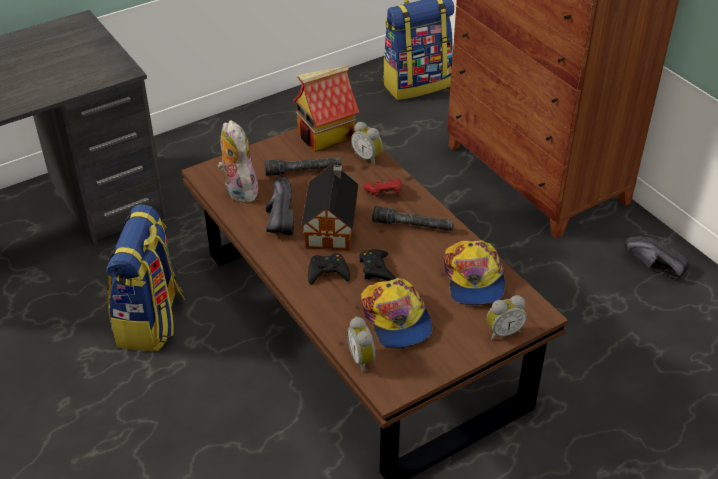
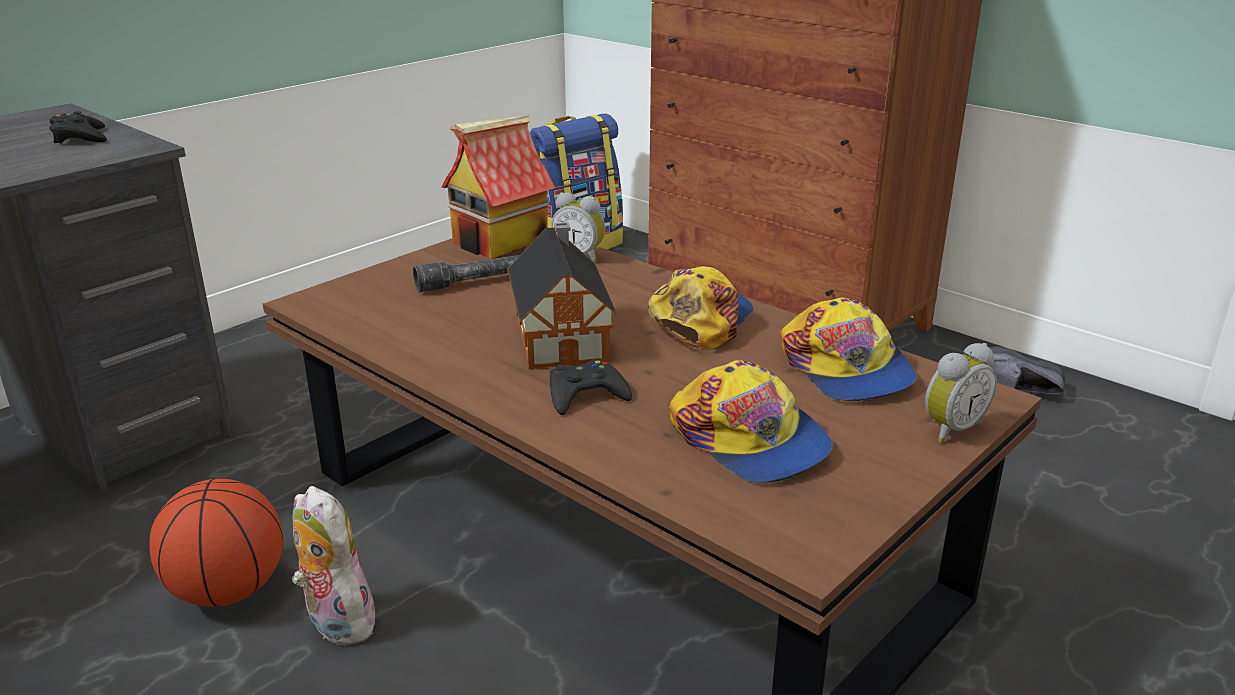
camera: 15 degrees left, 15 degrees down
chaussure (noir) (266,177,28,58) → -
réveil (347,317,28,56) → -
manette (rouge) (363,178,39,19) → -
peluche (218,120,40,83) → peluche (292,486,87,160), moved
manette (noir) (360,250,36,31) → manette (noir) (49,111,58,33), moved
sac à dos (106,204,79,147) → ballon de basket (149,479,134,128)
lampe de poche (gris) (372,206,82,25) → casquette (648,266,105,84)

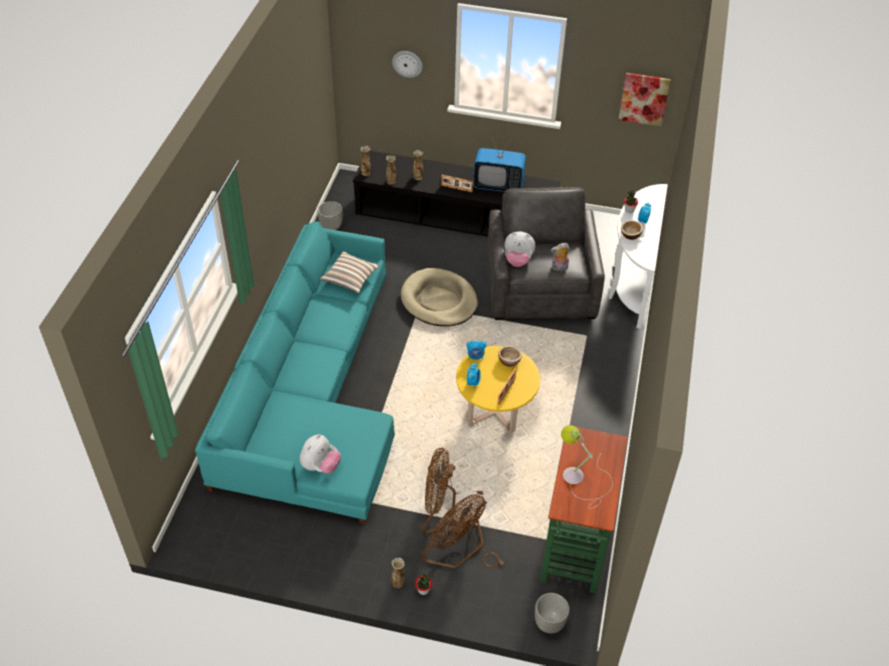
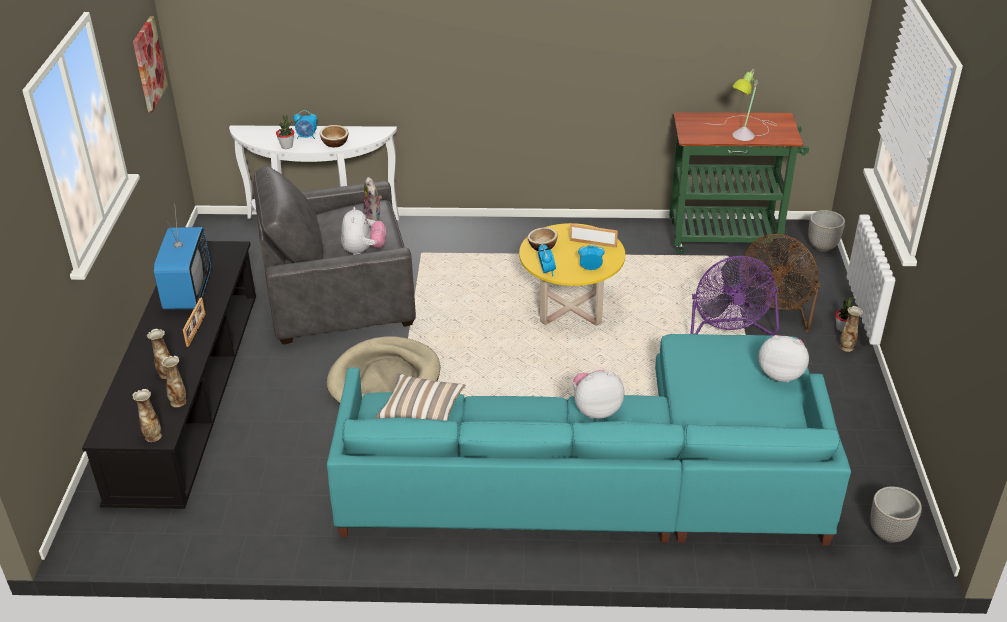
camera: 100 degrees left, 10 degrees down
horloge murale (392,51,31,27) → -
- → peluche (573,370,52,49)
cache-pot (317,201,26,29) → cache-pot (870,486,52,57), moved
ventilateur (marron) (422,447,62,88) → ventilateur (violet) (690,256,89,80)

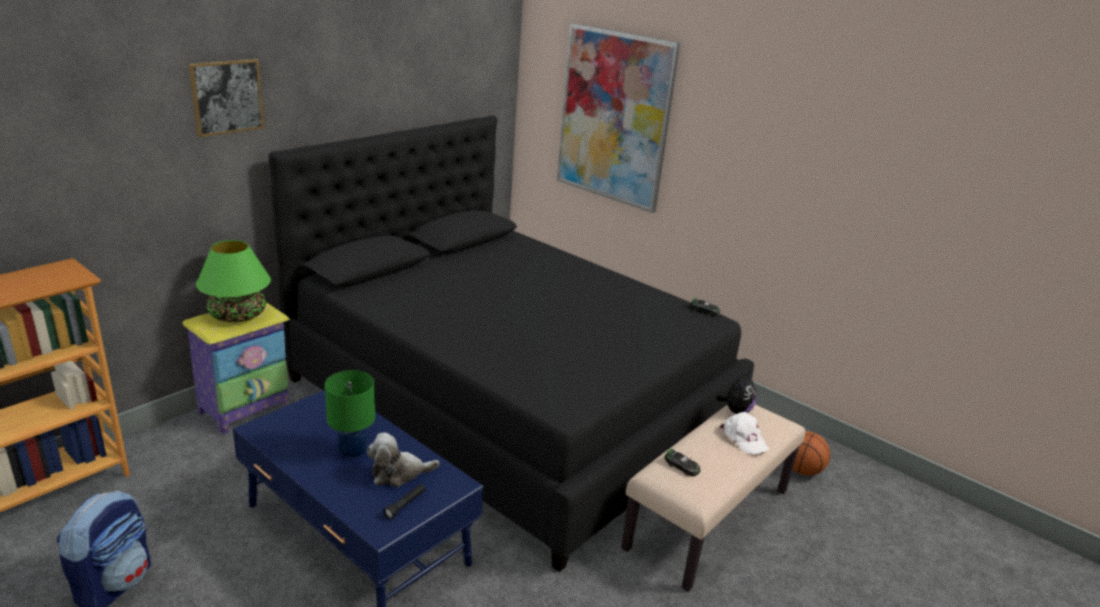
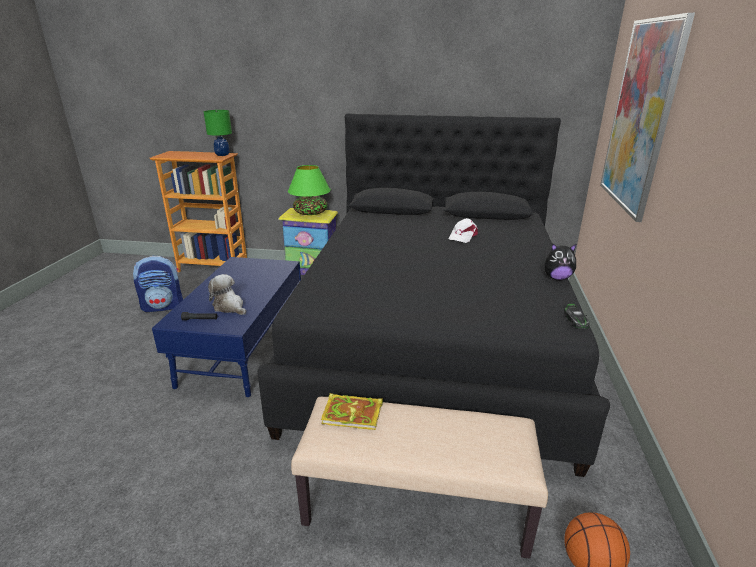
camera: 60 degrees right, 0 degrees up
tableau (188,59,76,78) → -
lampe de table (vert) (325,370,50,88) → lampe de table (vert) (204,110,28,46), moved
peluche (716,372,41,42) → peluche (545,244,31,36), moved
casquette (blanc) (720,412,49,42) → casquette (blanc) (449,218,29,25), moved
petite voiture (665,449,35,28) → livre (321,393,62,37)

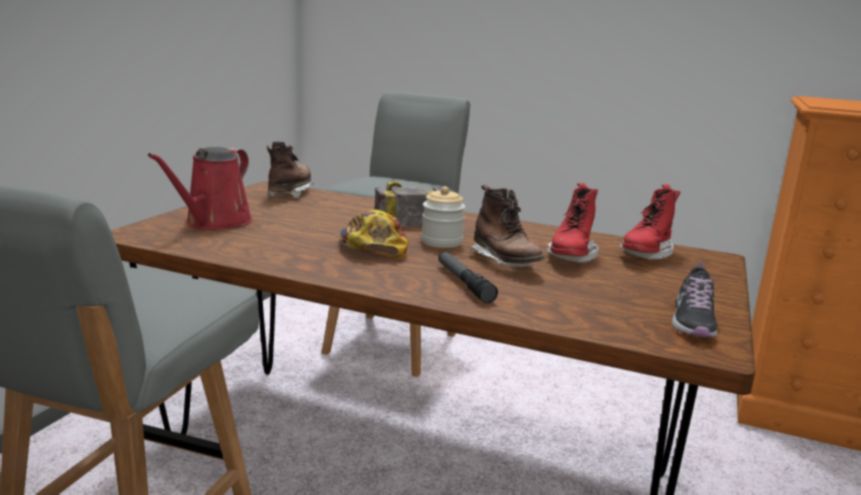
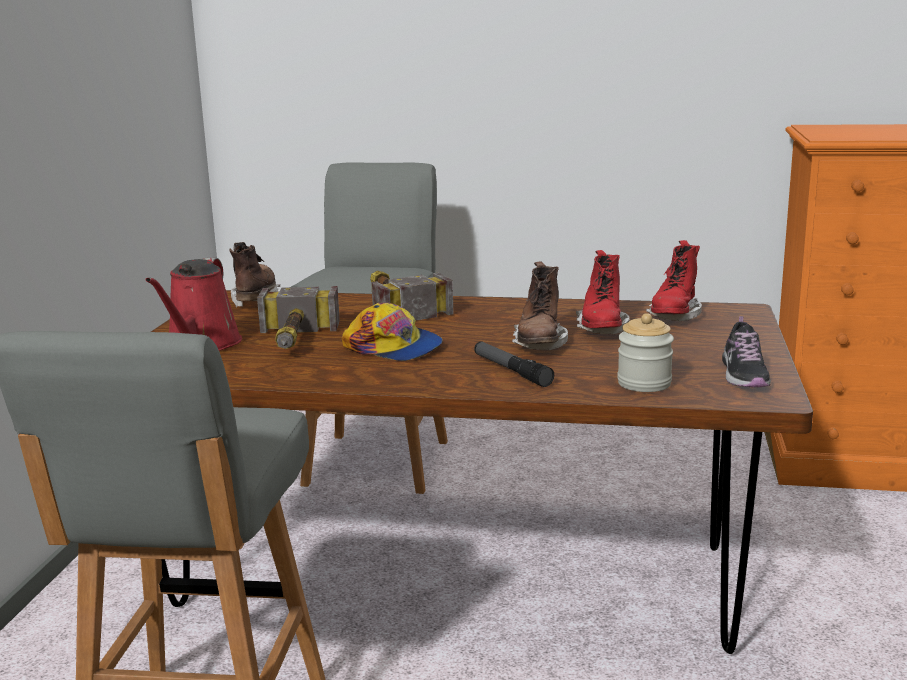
camera: 10 degrees left, 0 degrees up
- → marteau (257,286,83,63)
bocal (421,186,44,62) → bocal (617,313,57,79), moved
casquette (340,210,68,49) → casquette (342,303,101,58), 150 degrees clockwise
botte (marron) (470,185,75,83) → botte (marron) (512,261,56,89), 45 degrees clockwise

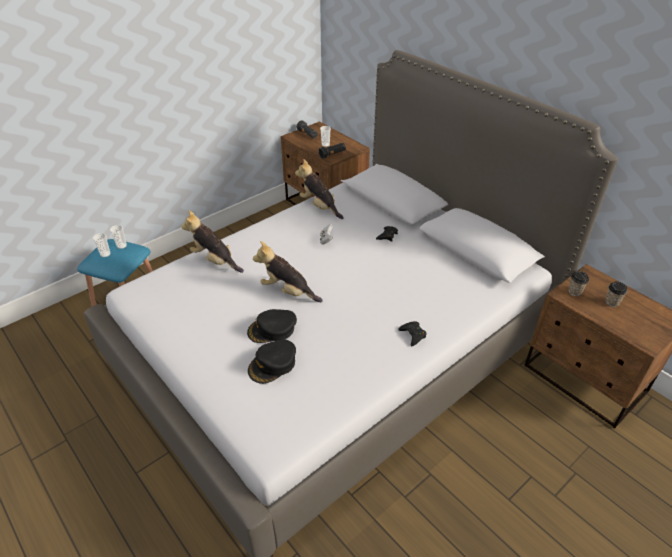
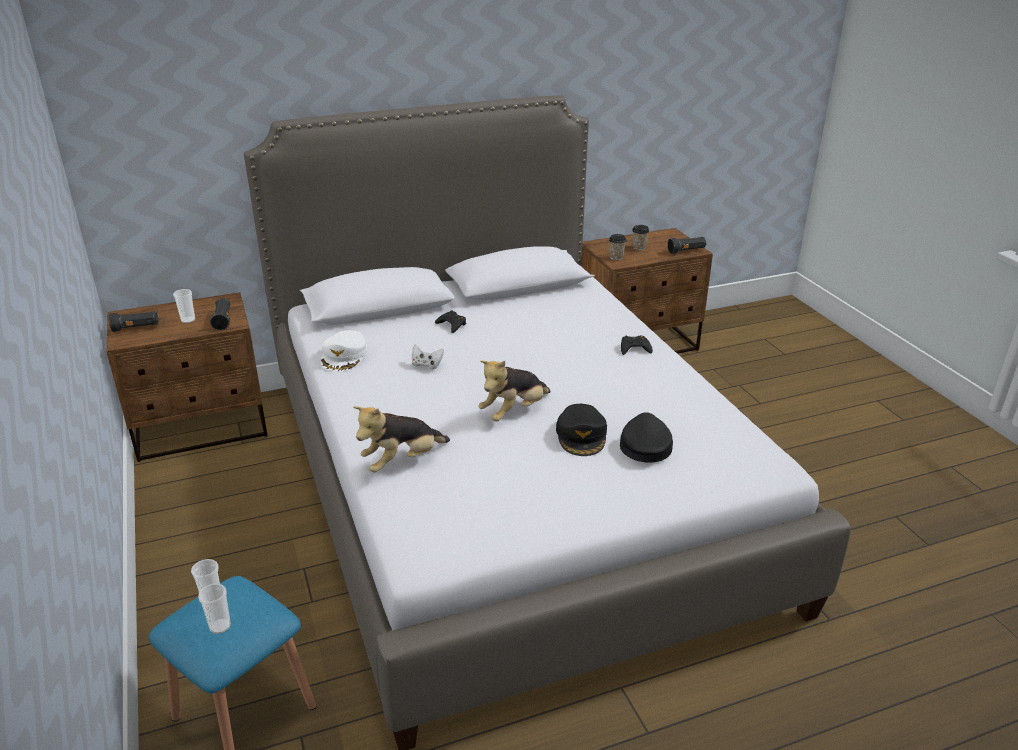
camera: 70 degrees left, 10 degrees down
- → lampe de poche (noir) (667,237,39,17)
peluche (295,159,48,60) → casquette (blanc) (321,330,46,42)
casquette (noir) (248,339,48,45) → casquette (noir) (620,412,53,51), 150 degrees counterclockwise

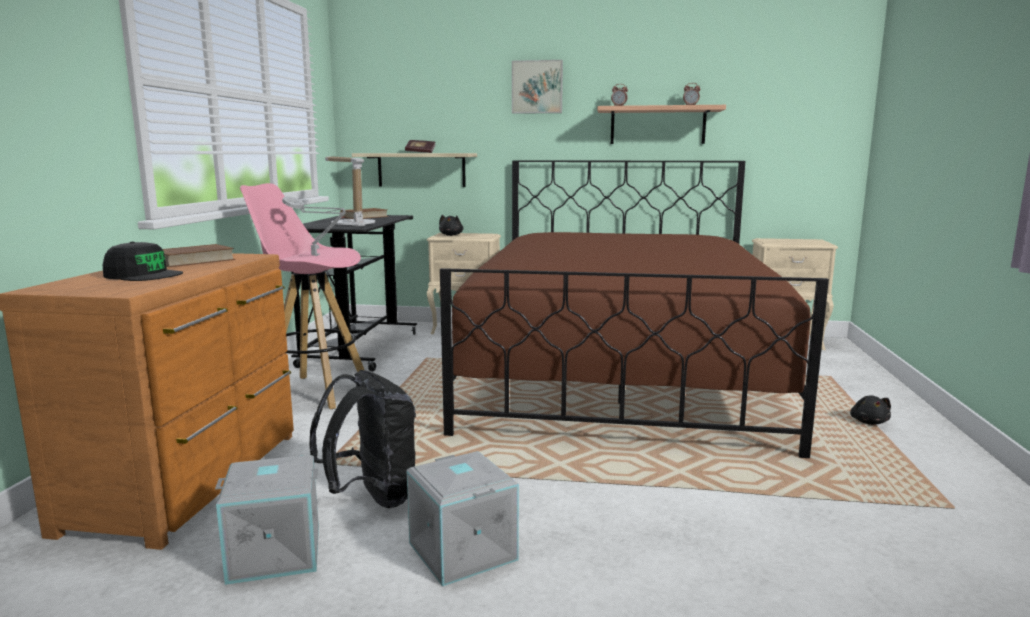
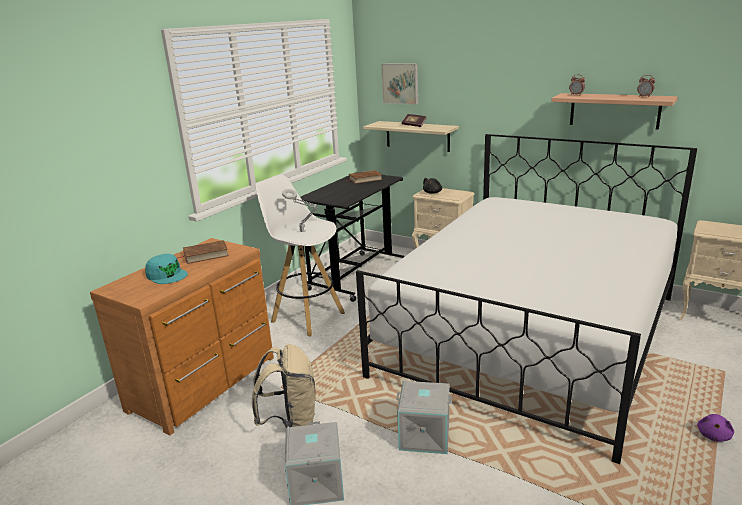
camera: 25 degrees right, 10 degrees up
lampe de table (325,156,50,70) → -
boîte de rangement (gris) (215,455,104,130) → boîte de rangement (gris) (396,381,56,73), moved
tableau (512,60,51,54) → tableau (381,64,37,41), moved
casquette (noir) (103,242,80,39) → casquette (turquoise) (145,254,43,30)
tabouret (rose) (240,183,124,226) → tabouret (blanc) (255,175,90,161)
sac à dos (noir) (310,370,106,138) → sac à dos (beige) (252,344,63,84)
lit (marron) (440,160,389,298) → lit (blanc) (356,134,341,330)
peluche (noir) (850,396,41,29) → peluche (violet) (697,414,37,28)

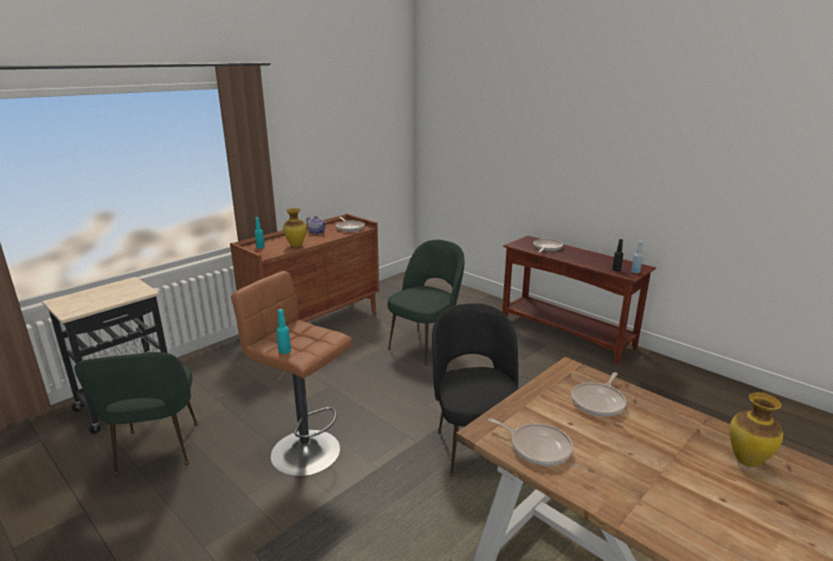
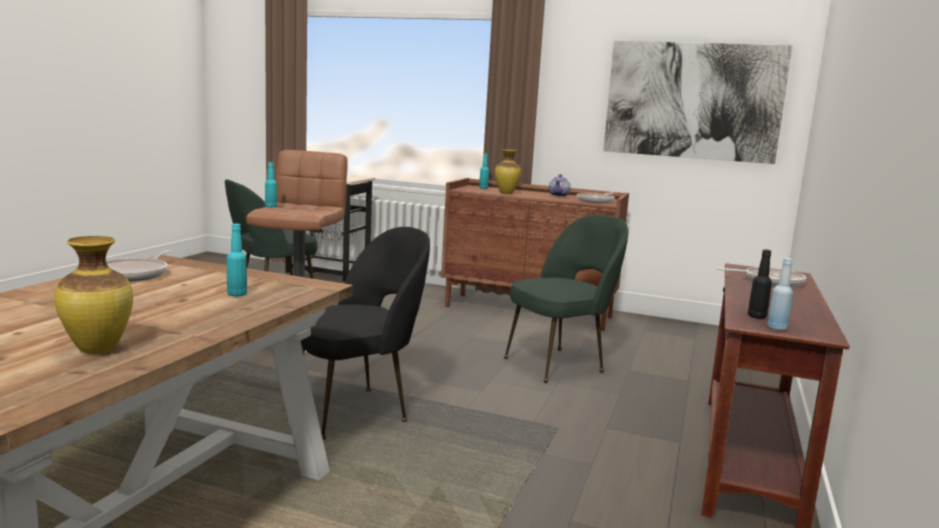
camera: 65 degrees right, 10 degrees down
- → tableau (603,41,190,123)
poêle (571,372,55,45) → bouteille (turquoise) (227,224,20,72)
chaise (vert) (387,240,77,125) → chaise (vert) (504,215,124,168), 45 degrees counterclockwise

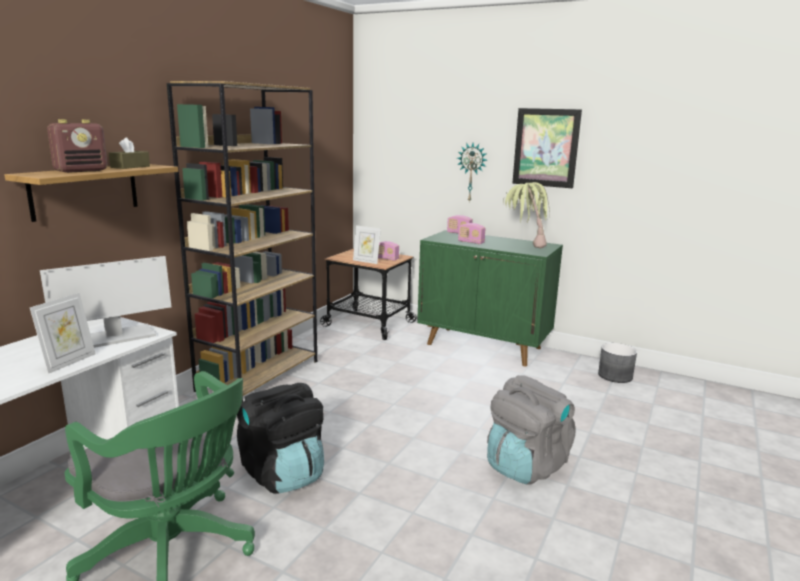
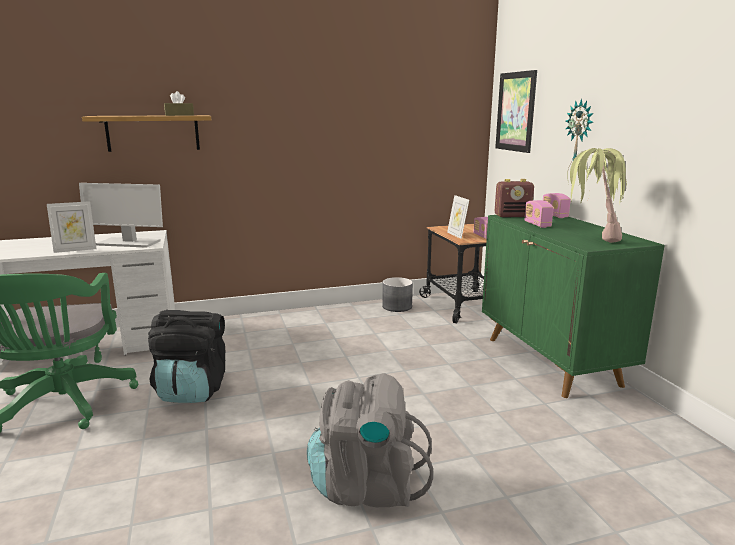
camera: 45 degrees right, 0 degrees up
bibliothèque (marron) (167,81,150,321) → -
radio (47,119,61,54) → radio (495,179,39,39), moved
tableau (512,108,70,80) → tableau (495,70,42,83), moved
cache-pot (gris) (598,343,39,40) → cache-pot (gris) (382,277,31,35), moved

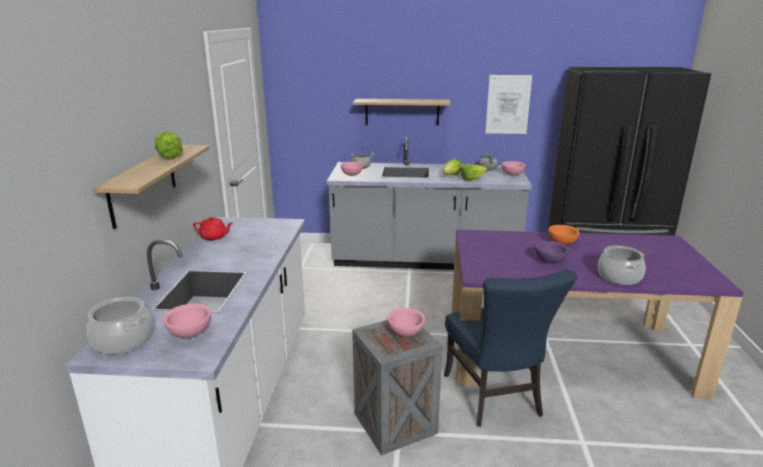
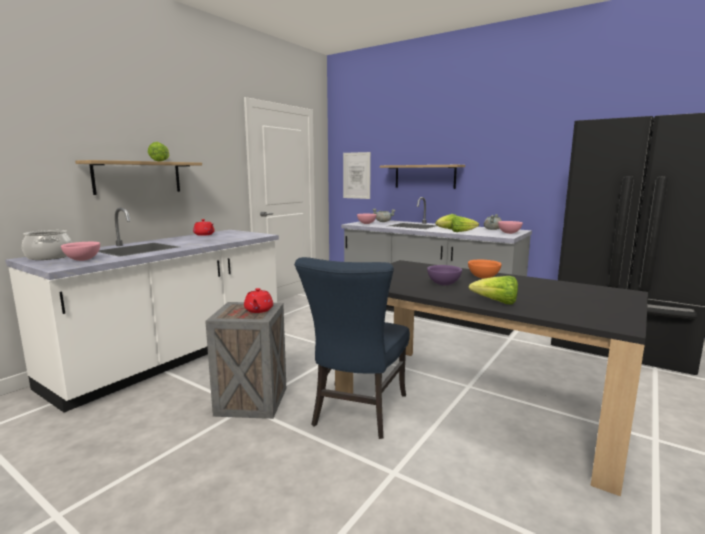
camera: 30 degrees right, 10 degrees down
tableau (485,75,47,59) → tableau (343,152,28,47), moved
bol (rose) (387,308,38,29) → théière (rouge) (244,288,29,25)
marmite (598,246,48,39) → laitue (469,276,49,28)
table à manger (violet) (452,230,292,169) → table à manger (noir) (335,260,313,237)

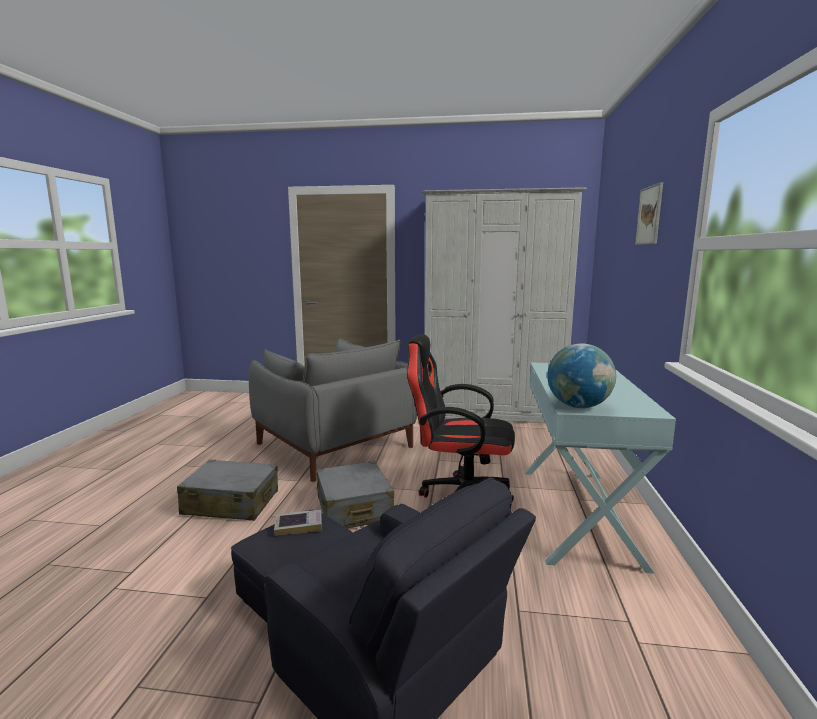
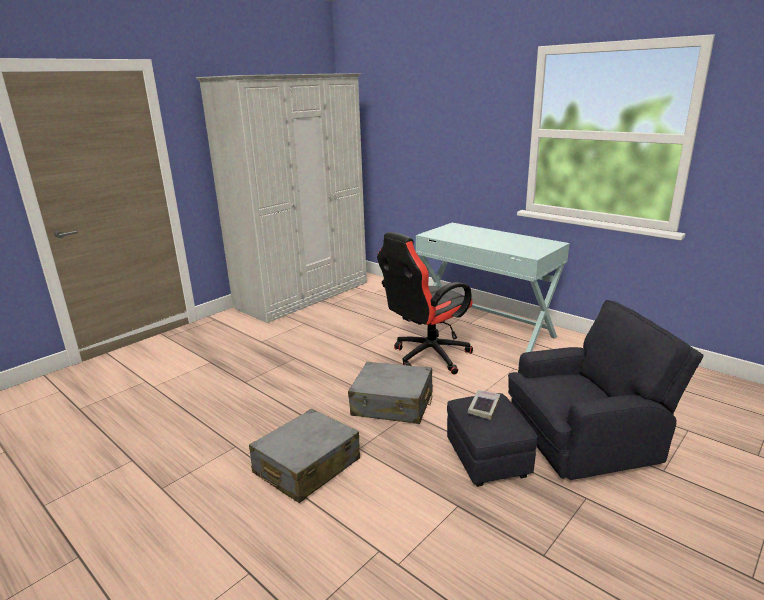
camera: 55 degrees left, 10 degrees up
fauteuil (gris) (248,338,169,144) → -
globe (547,344,69,64) → -
tableau (635,182,28,63) → -

